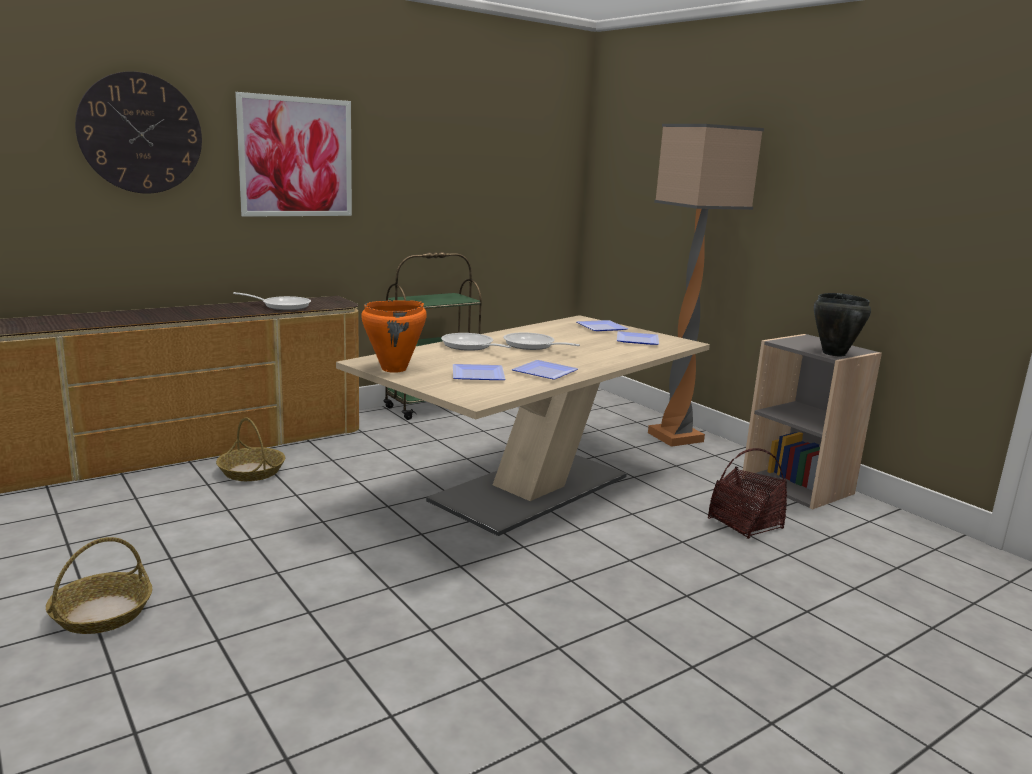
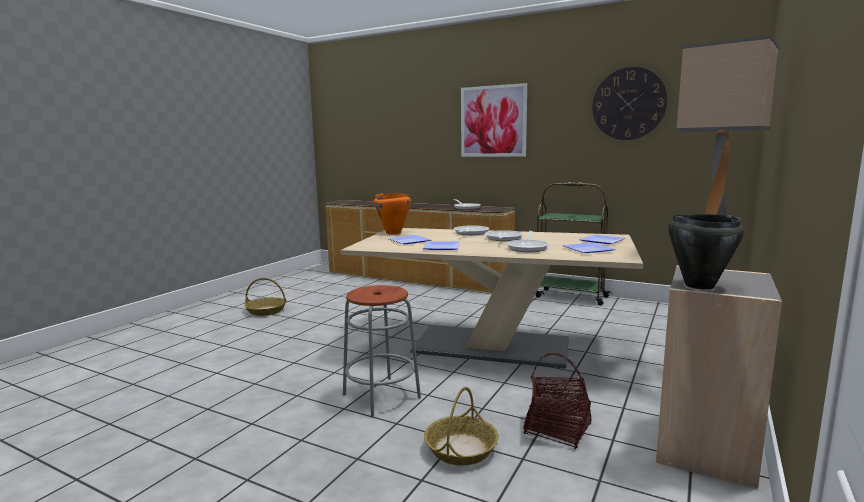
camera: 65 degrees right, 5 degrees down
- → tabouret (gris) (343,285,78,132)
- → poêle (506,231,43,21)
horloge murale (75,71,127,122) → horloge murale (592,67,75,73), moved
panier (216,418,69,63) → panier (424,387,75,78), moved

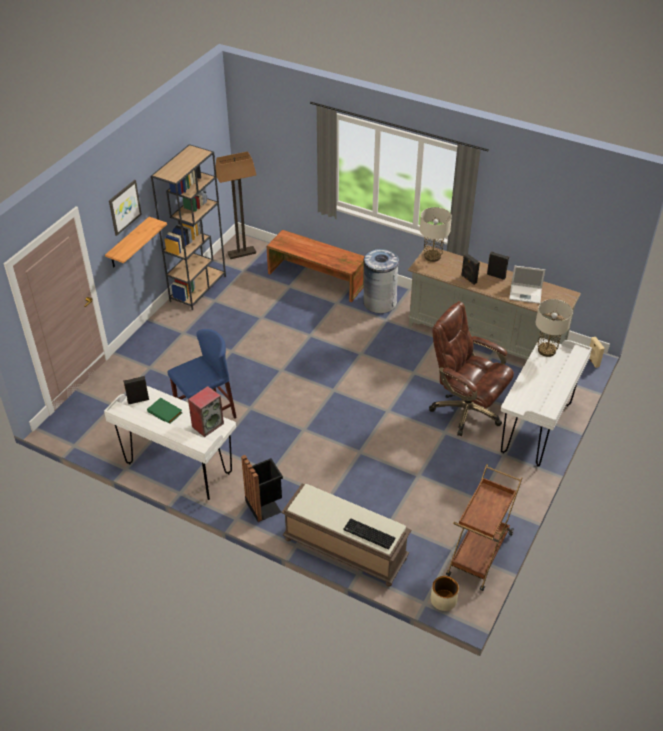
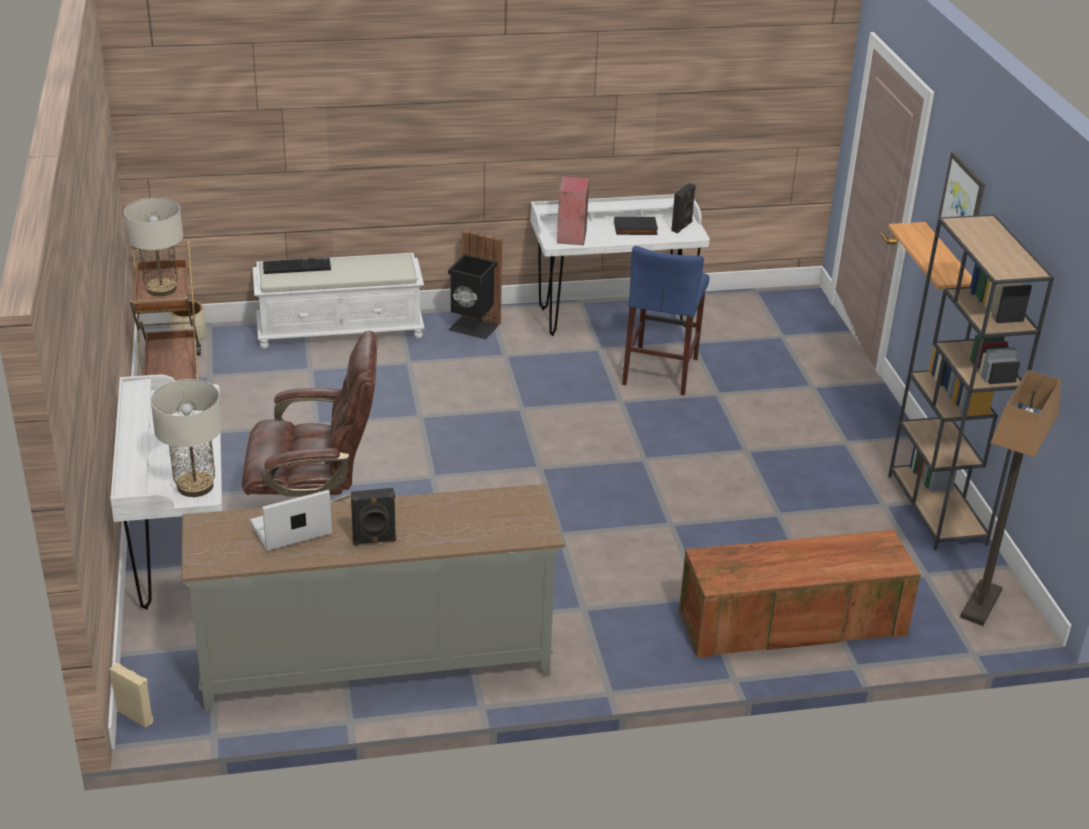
camera: 140 degrees right, 10 degrees down
poubelle (gris) (363,249,36,64) → -
enceinte (noir) (461,253,19,32) → -
lampe de table (420,207,32,55) → lampe de table (124,198,59,98), moved
livre (vert) (147,398,35,26) → livre (noir) (614,216,44,19)
banc (marron) (281,484,131,103) → banc (blanc) (253,253,172,96)

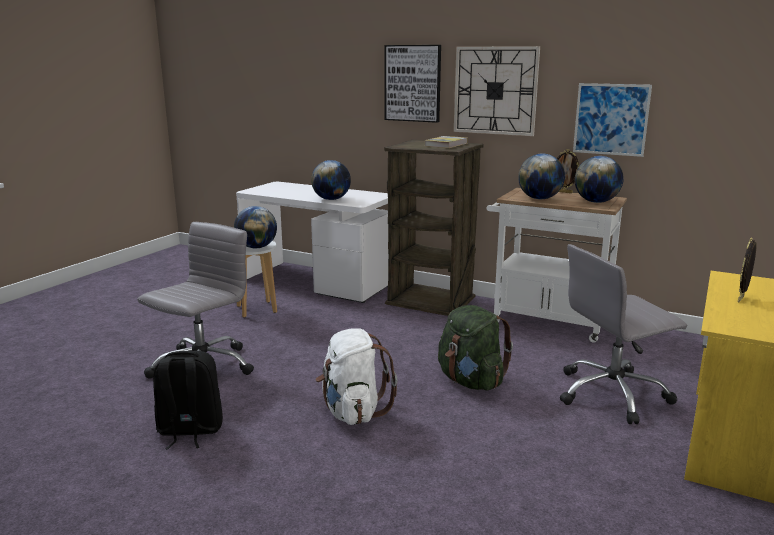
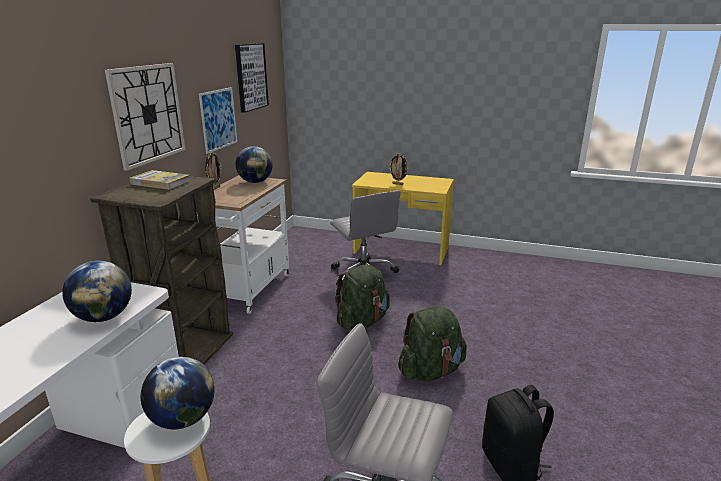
camera: 100 degrees left, 5 degrees up
globe (518,154,47,45) → -
tableau (384,45,57,78) → tableau (235,43,34,70), moved
sac à dos (blanc) (316,328,82,97) → sac à dos (vert) (398,306,69,75)

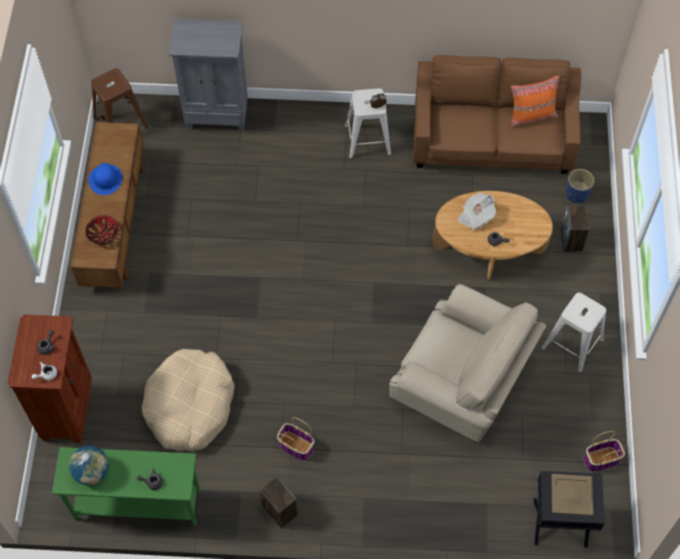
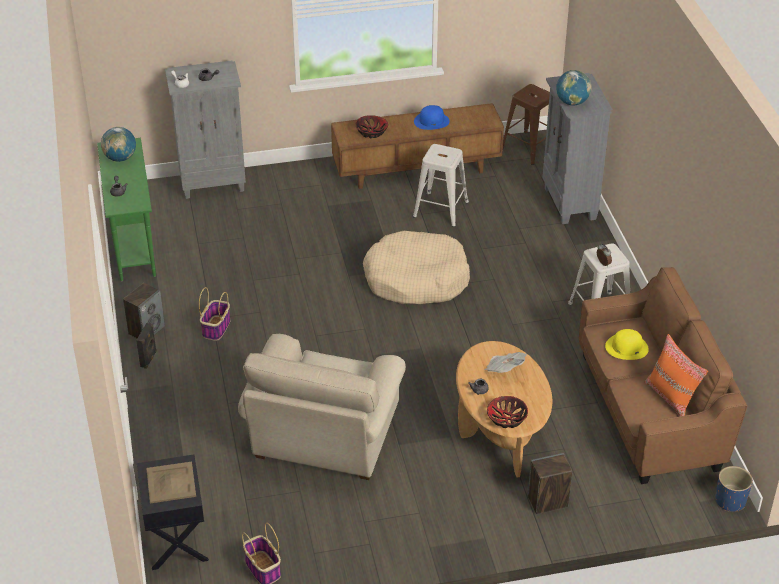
camera: 75 degrees right, 20 degrees down
- → enceinte (noir) (136,323,21,46)
- → bol (487,396,41,32)
- → globe (556,70,36,36)
- → chapeau (jaune) (605,329,44,31)
panier pour chien (beige) (141,349,94,102) → panier pour chien (beige) (363,231,107,73), moved
tabouret (blanc) (541,293,65,79) → tabouret (blanc) (413,144,56,83), moved
cache-pot (bleu) (565,169,29,34) → cache-pot (bleu) (715,466,38,46), moved
meuble de rangement (marron) (7,314,85,129) → meuble de rangement (gris) (165,61,81,138)

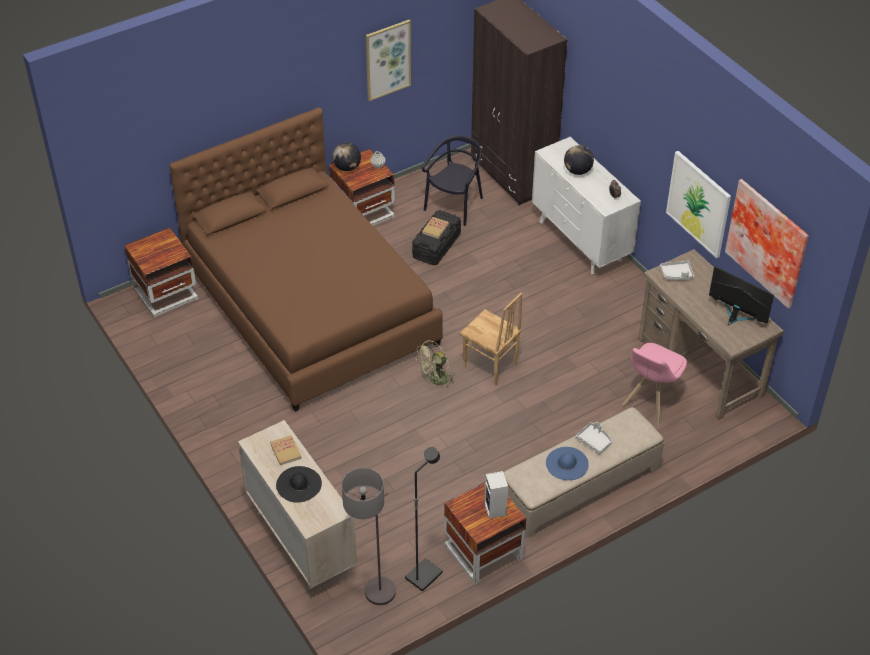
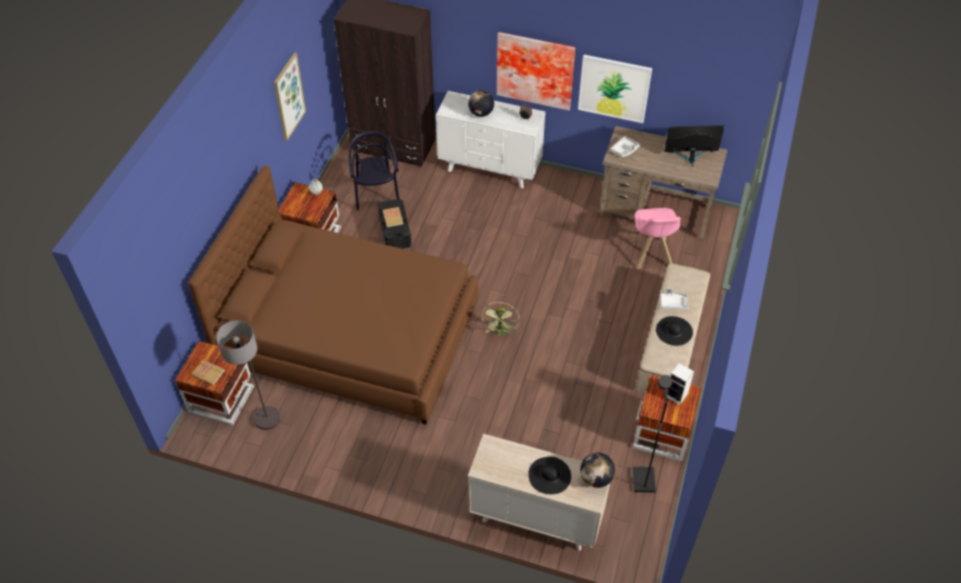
camera: 40 degrees left, 5 degrees up
chaise (marron) (460,293,62,92) → -
livre (270,435,32,30) → livre (192,360,33,25), moved
globe (332,143,29,28) → globe (580,453,35,35), moved
lampadaire (gris) (342,468,54,137) → lampadaire (gris) (216,320,64,110), moved
tableau (725,179,84,129) → tableau (497,32,78,78), moved
chapeau (bleu) (546,447,43,33) → chapeau (noir) (656,316,37,30)

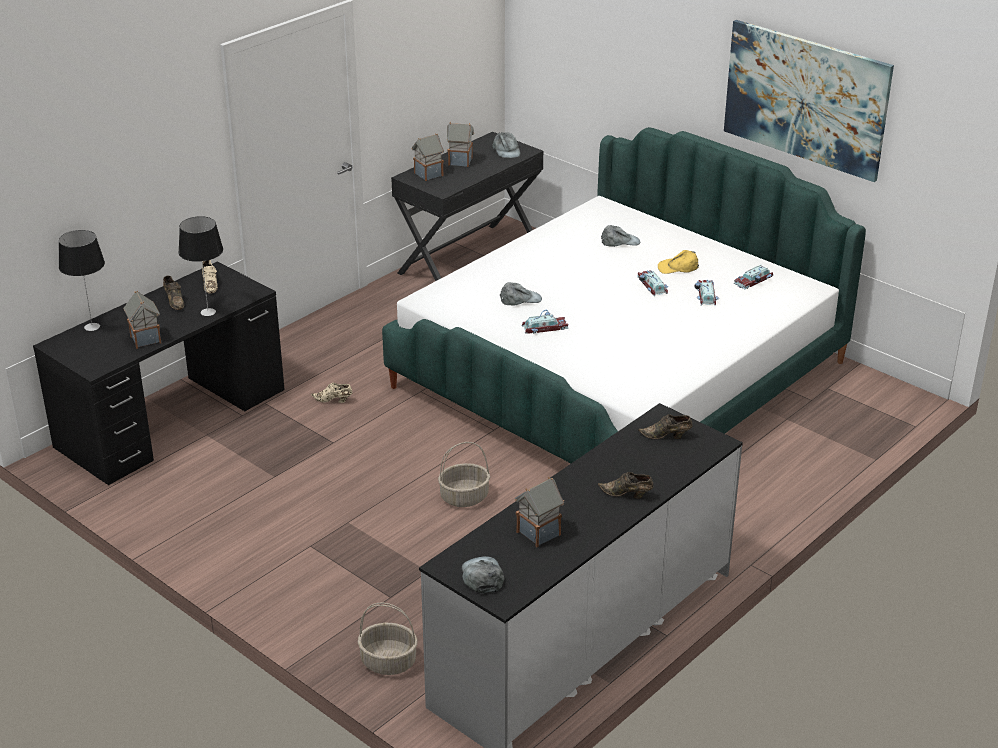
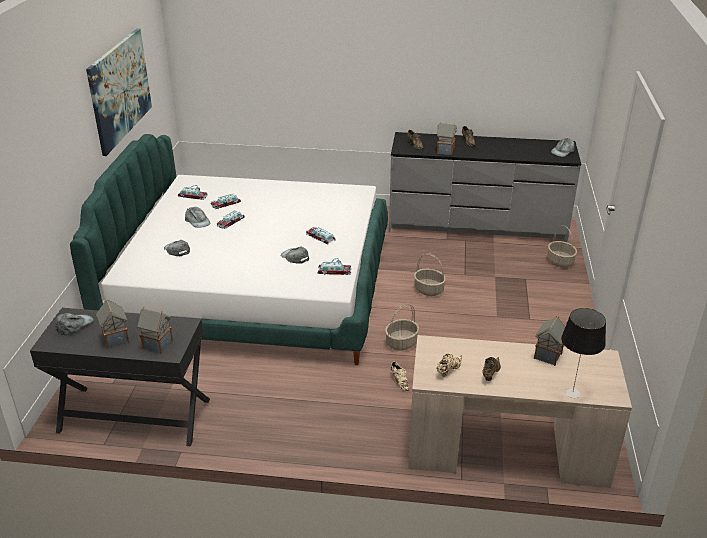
camera: 125 degrees left, 0 degrees up
lampe de table (178,216,45,100) → -
- → petite voiture (318,258,33,17)
- → panier (385,304,34,47)
maison miniature (515,477,49,70) → maison miniature (437,122,20,34), moved
bureau (noir) (33,261,252,224) → bureau (beige) (408,335,224,153)
casquette (jaune) (658,250,41,24) → casquette (gris) (185,207,25,21)

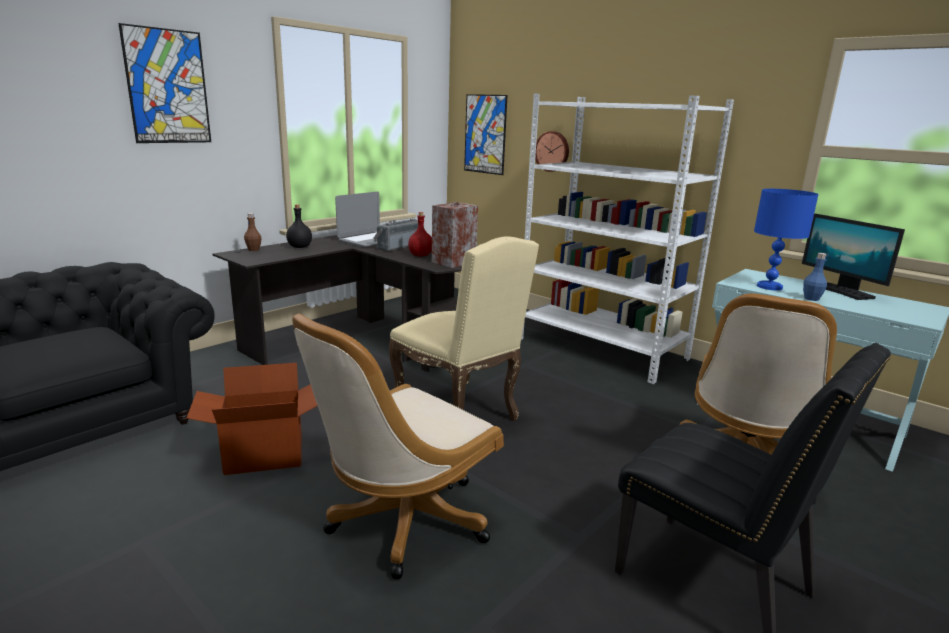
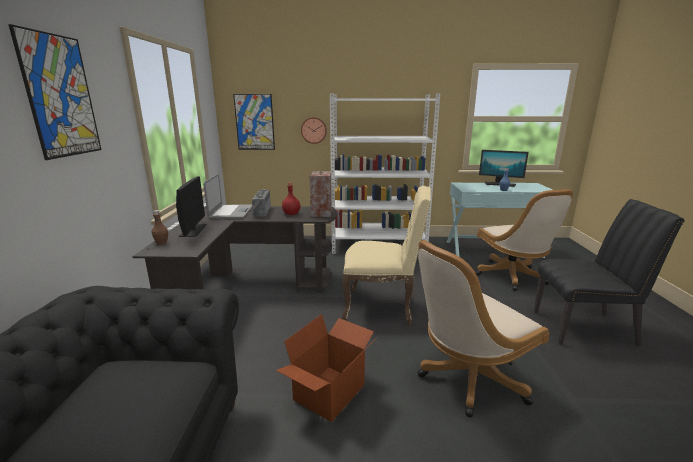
camera: 40 degrees left, 0 degrees up
lampe de table (bleu) (754,189,65,102) → -
bouteille (noir) (286,204,26,44) → écran d'ordinateur (176,176,30,61)
chaise de bureau (292,314,212,265) → chaise de bureau (418,240,131,177), 60 degrees clockwise

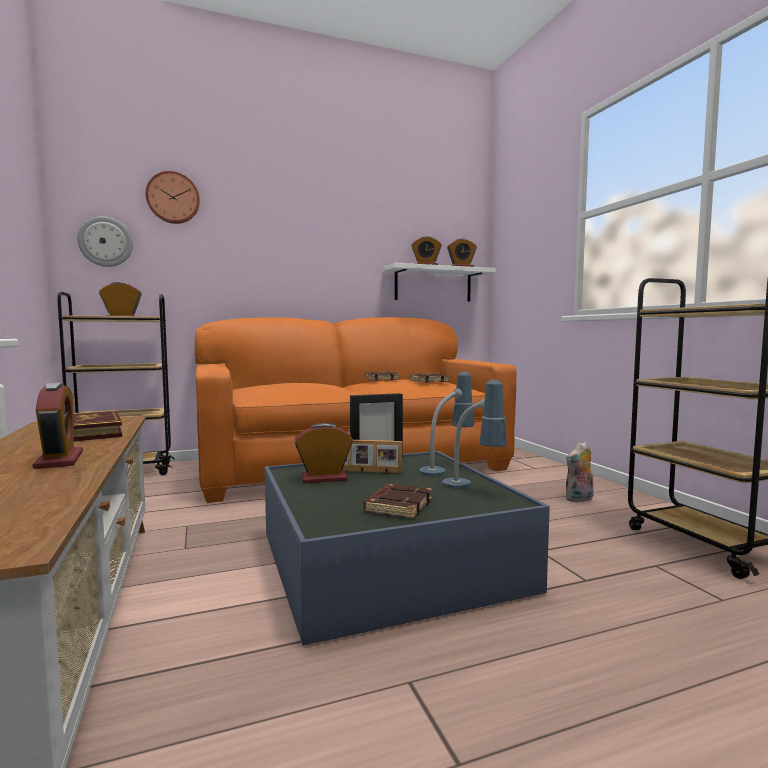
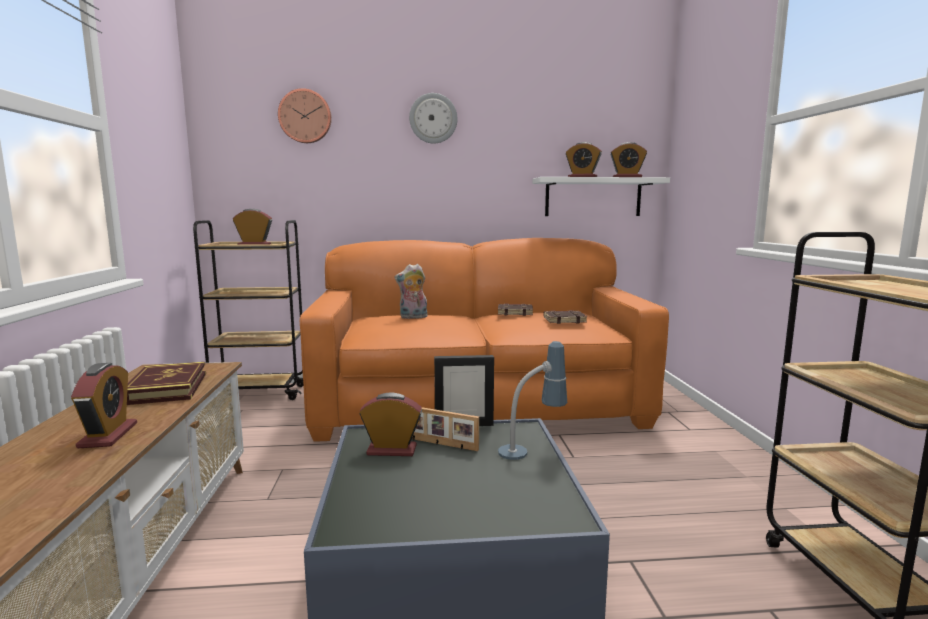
camera: 15 degrees right, 5 degrees up
livre (marron) (363,484,69,34) → -
lampe de table (442,380,65,108) → -
horloge murale (77,216,56,51) → horloge murale (409,93,48,51), moved
peluche (566,442,28,61) → peluche (394,264,34,55), moved

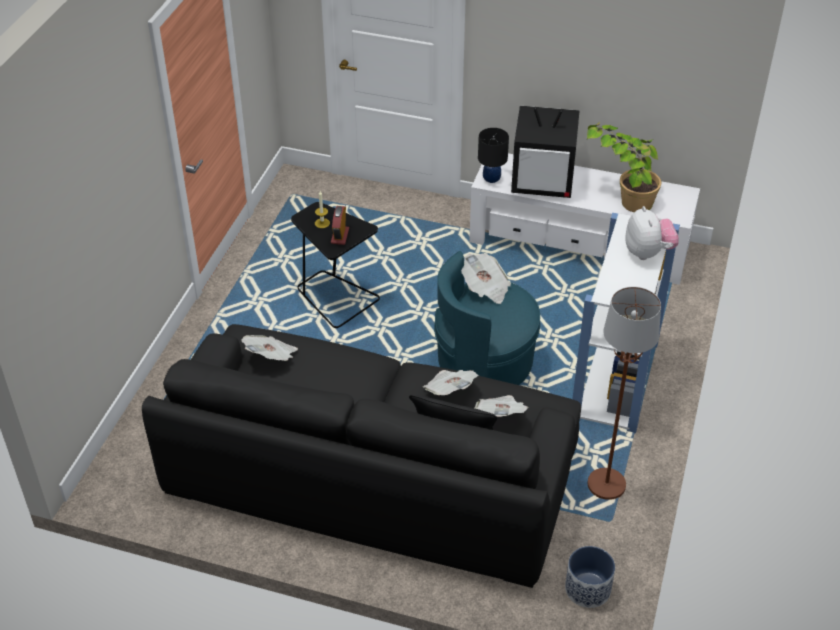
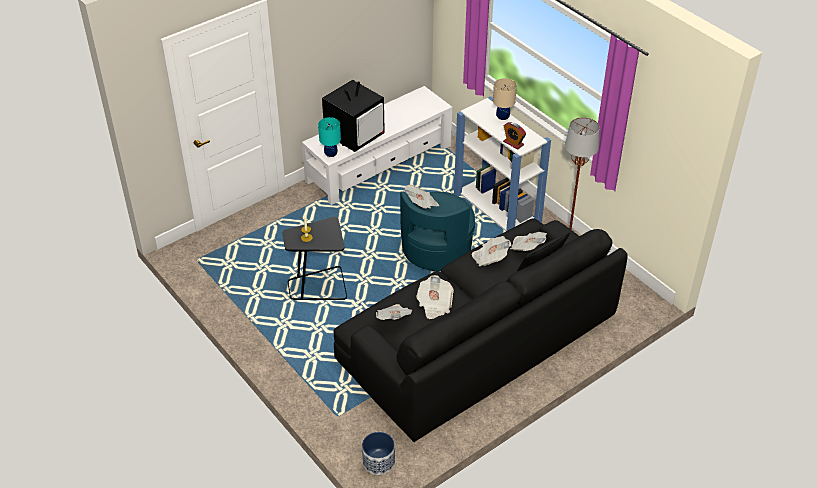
camera: 55 degrees left, 0 degrees up
plante en pot (587,122,74,90) → -
- → journal (416,275,38,44)
réveil (331,206,18,39) → réveil (503,122,23,27), moved
cache-pot (565,546,50,62) → cache-pot (362,432,33,43), moved
peluche (626,206,53,54) → lampe de table (beige) (493,78,24,42)
lampe de table (noir) (478,128,31,55) → lampe de table (turquoise) (318,117,23,40)

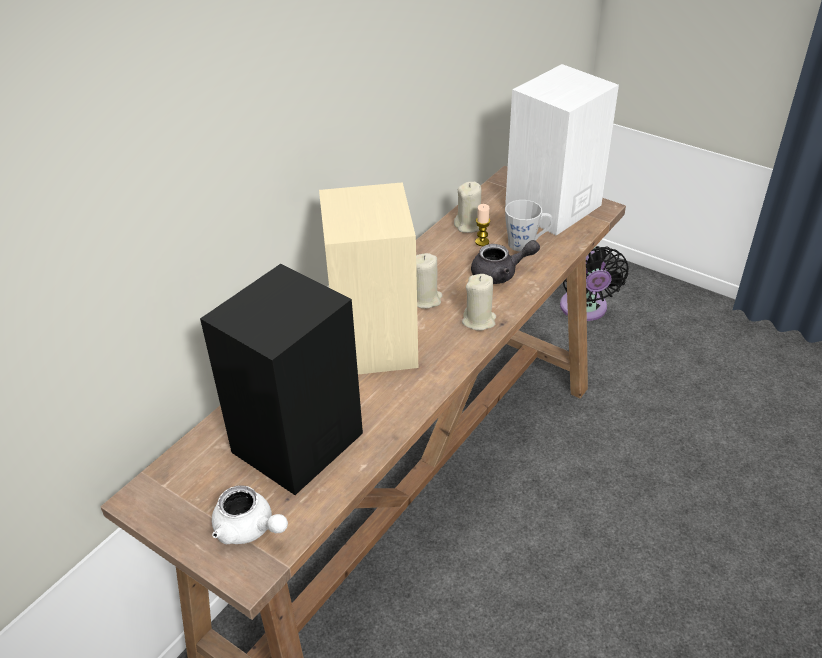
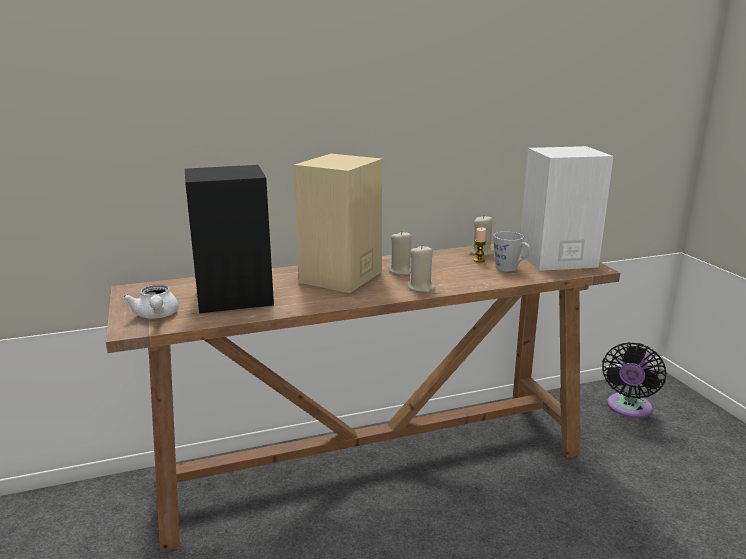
camera: 35 degrees right, 20 degrees down
théière (gris) (471,240,69,44) → -

